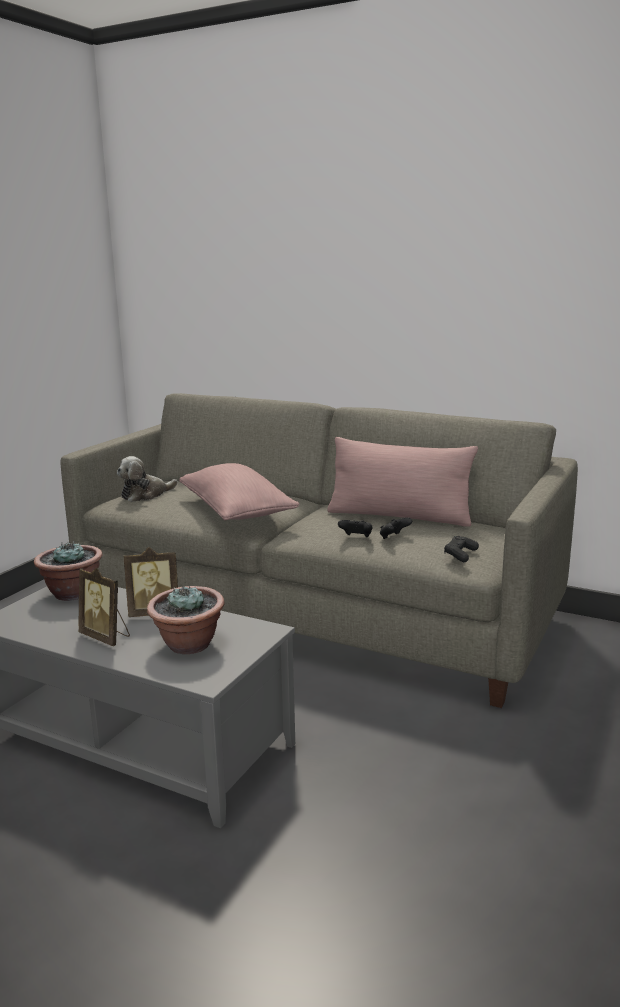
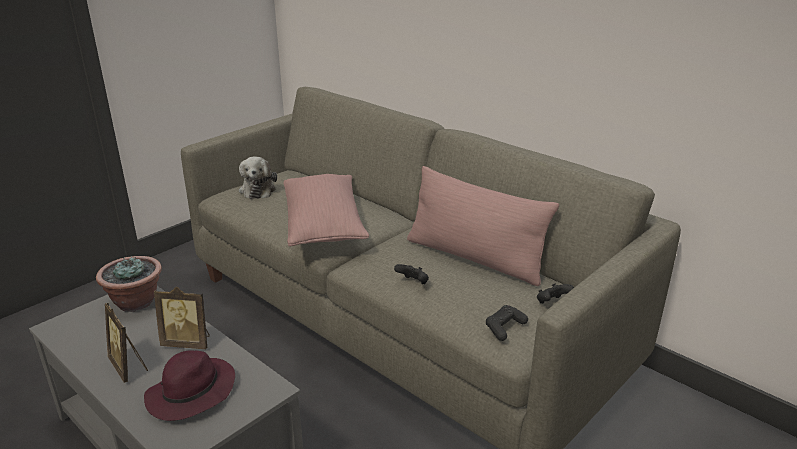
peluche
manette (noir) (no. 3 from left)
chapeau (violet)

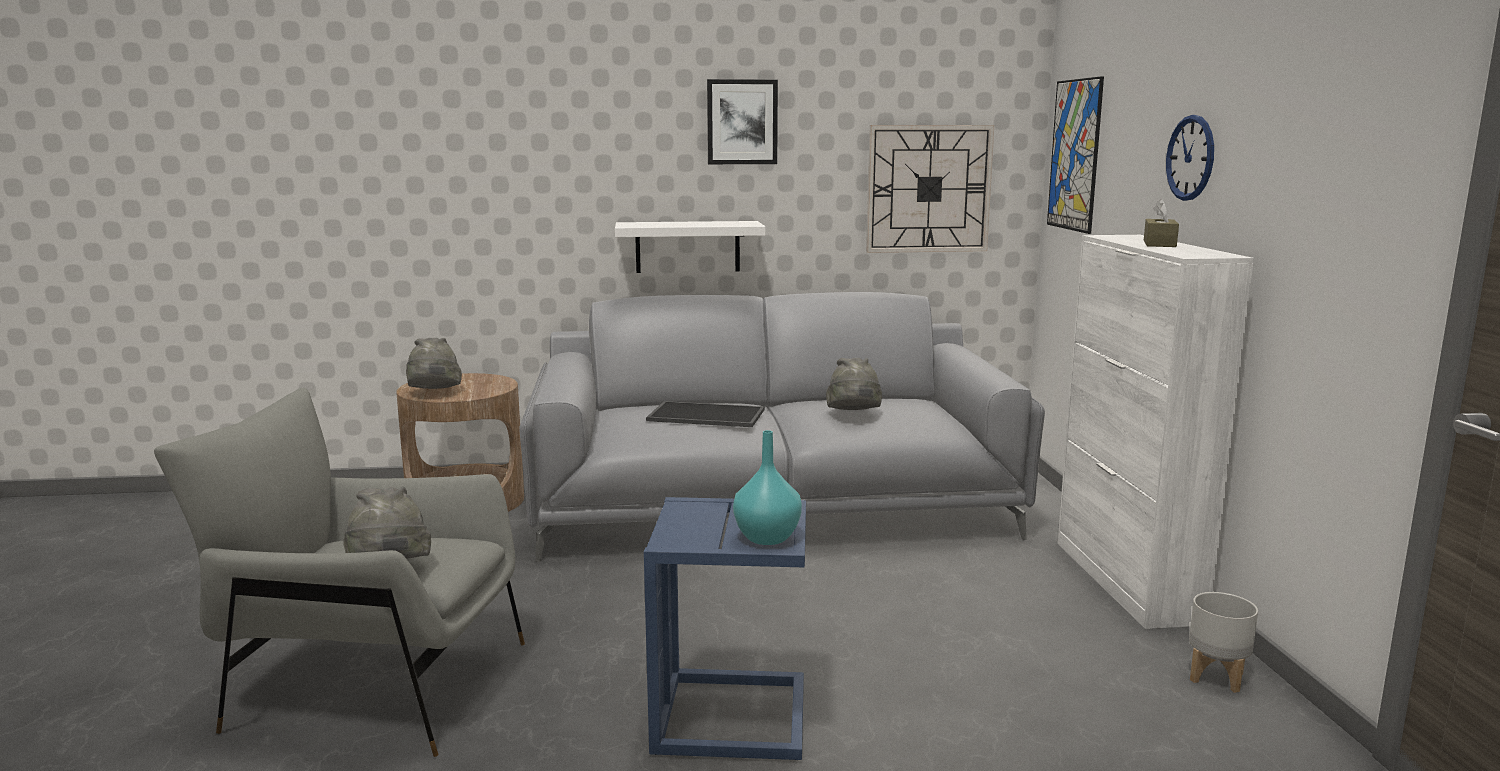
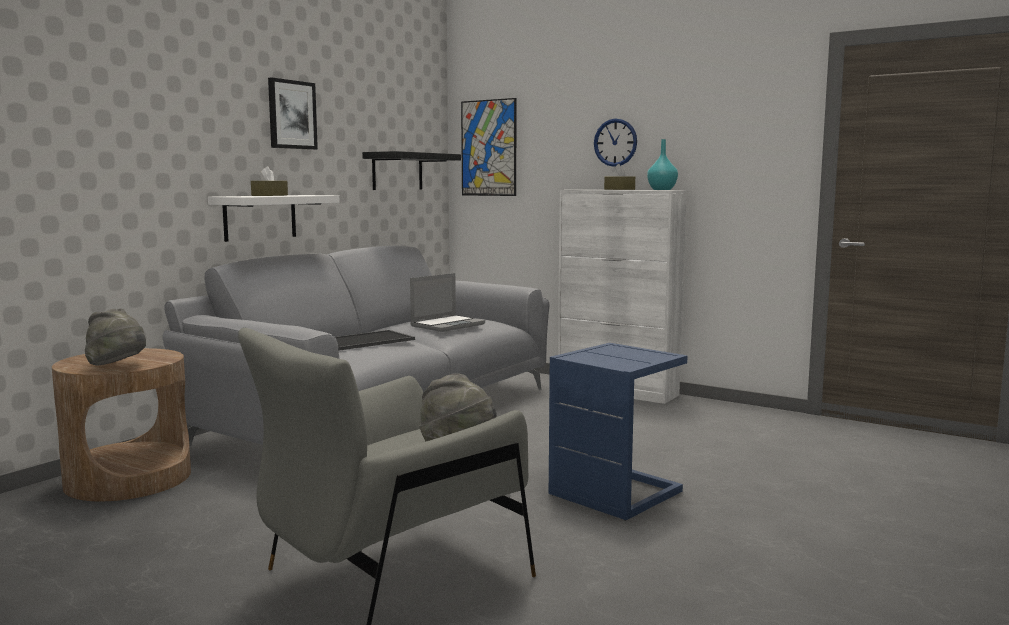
étagère (noir)
ordinateur portable
vase (turquoise)
cache-pot (gris)
boîte à mouchoirs (marron) (no. 1 from left)

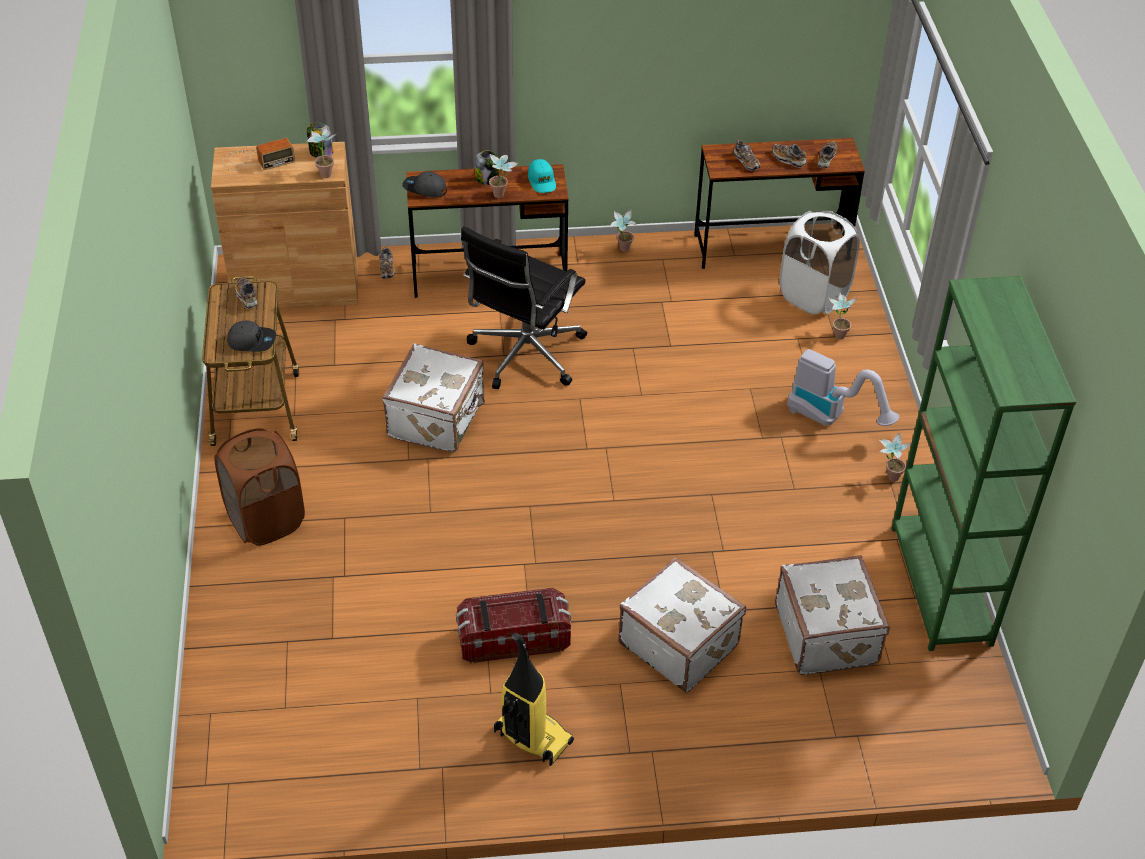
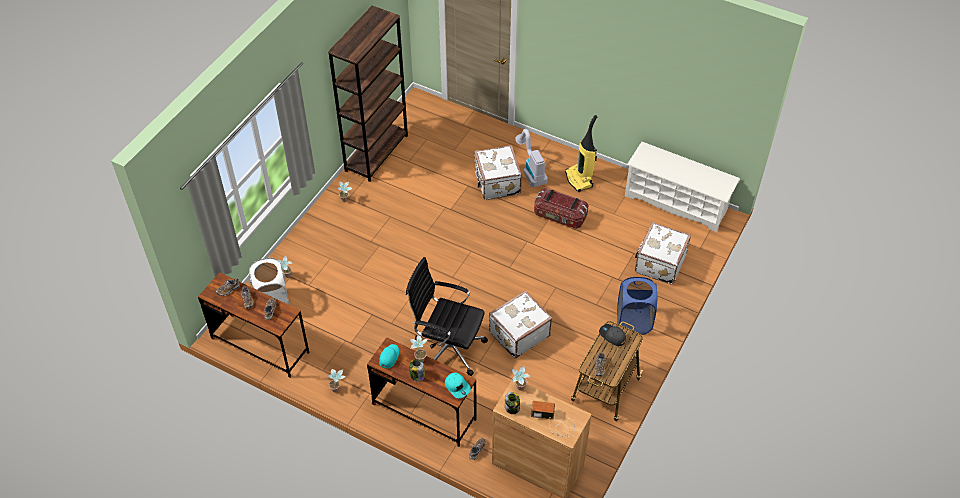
casquette (turquoise) (no. 2 from left)
chaise de bureau (noir)
bibliothèque (marron)
aspirateur (no. 1 from left)
panier à linge (bleu)
valise (blanc) (no. 3 from left)
étagère à chaussures (blanc)

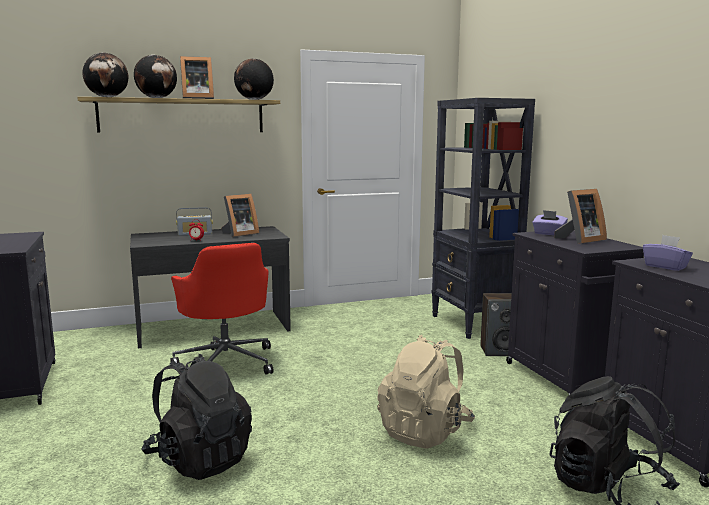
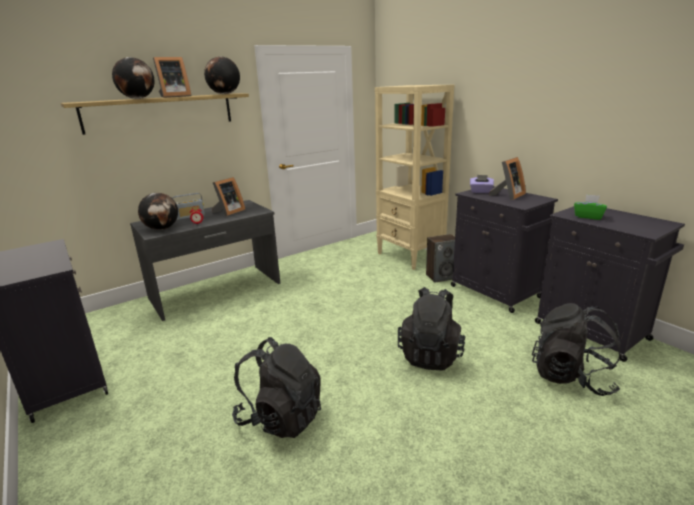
globe (no. 2 from left)
bibliothèque (beige)
boîte à mouchoirs (vert)
chaise de bureau (rouge)
sac à dos (noir) (no. 2 from left)

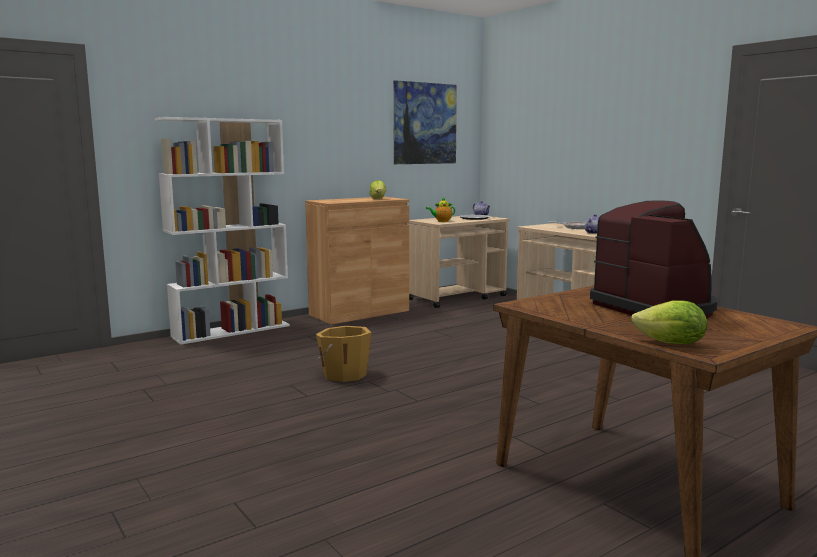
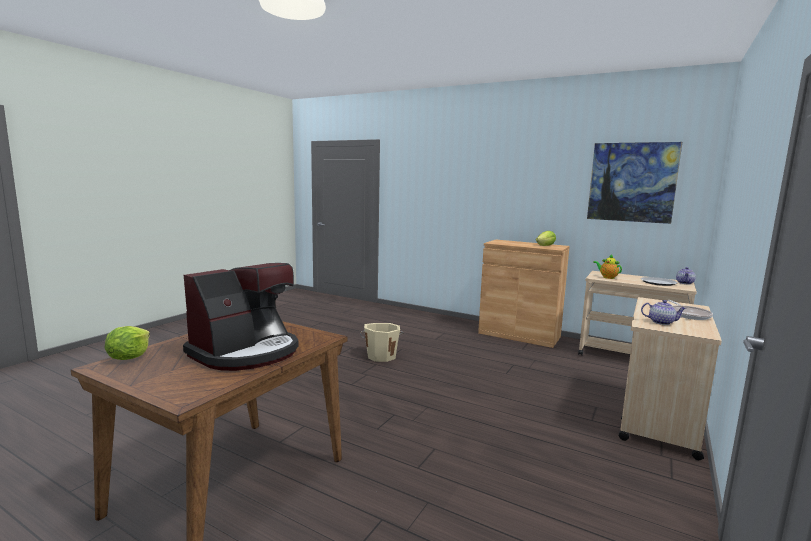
bibliothèque (blanc)
seau (beige)

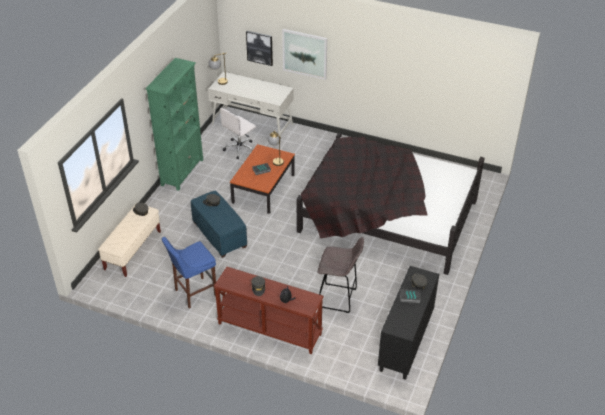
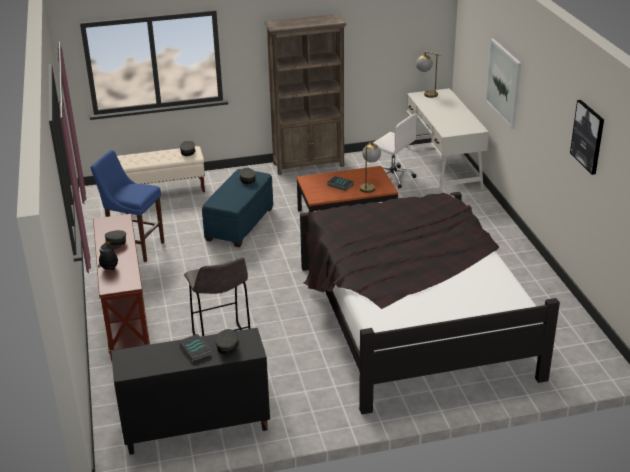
tableau (no. 2 from left)
bibliothèque (marron)
chaise de bureau (blanc)

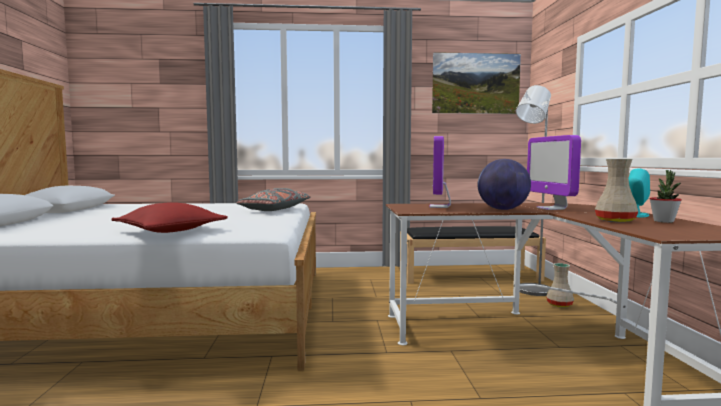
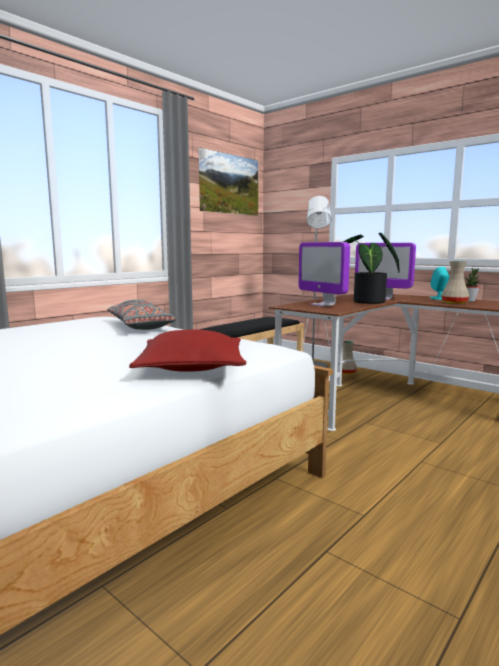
plante en pot (no. 1 from left)

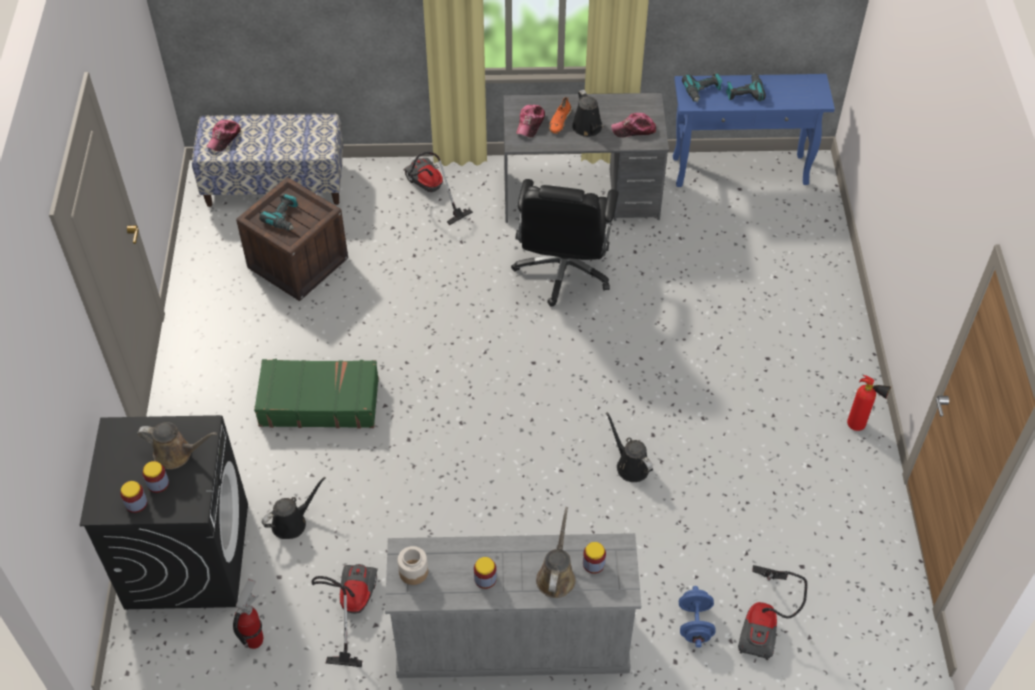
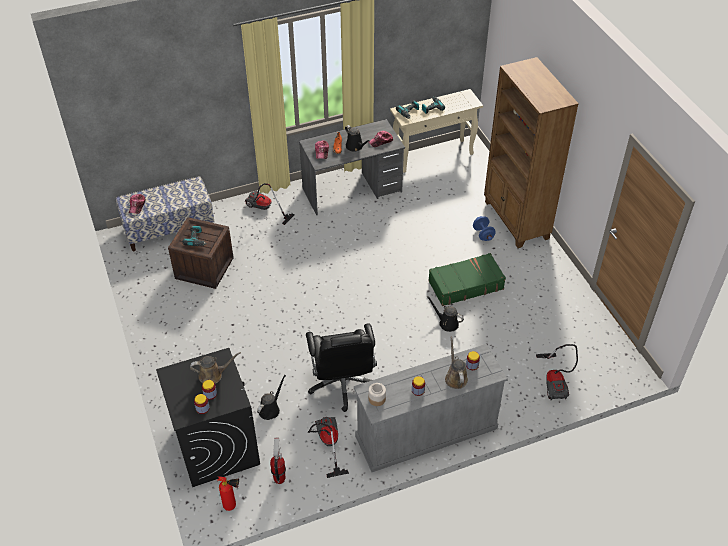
table console (beige)
chaise de bureau (noir)
valise (vert)
extincteur (no. 1 from left)
haltère (bleu)
bibliothèque (marron)

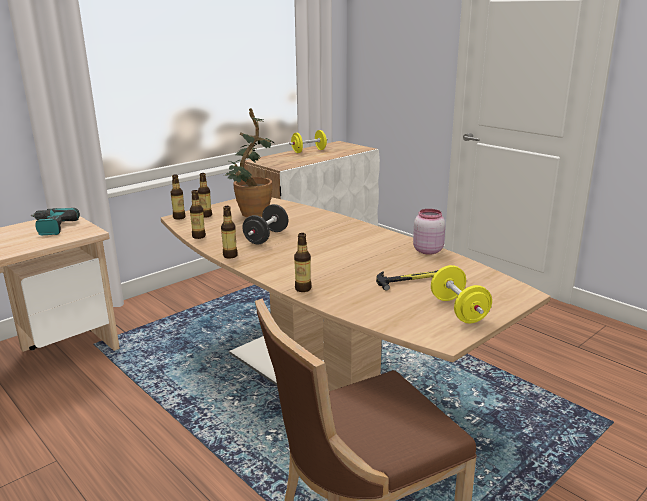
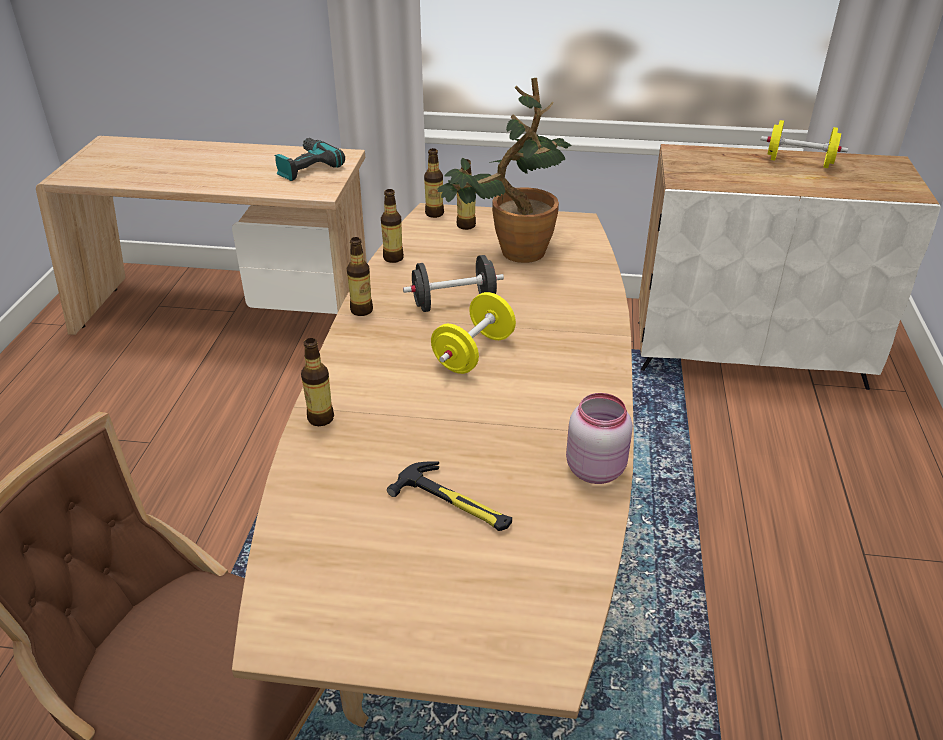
haltère (jaune) (no. 1 from left)

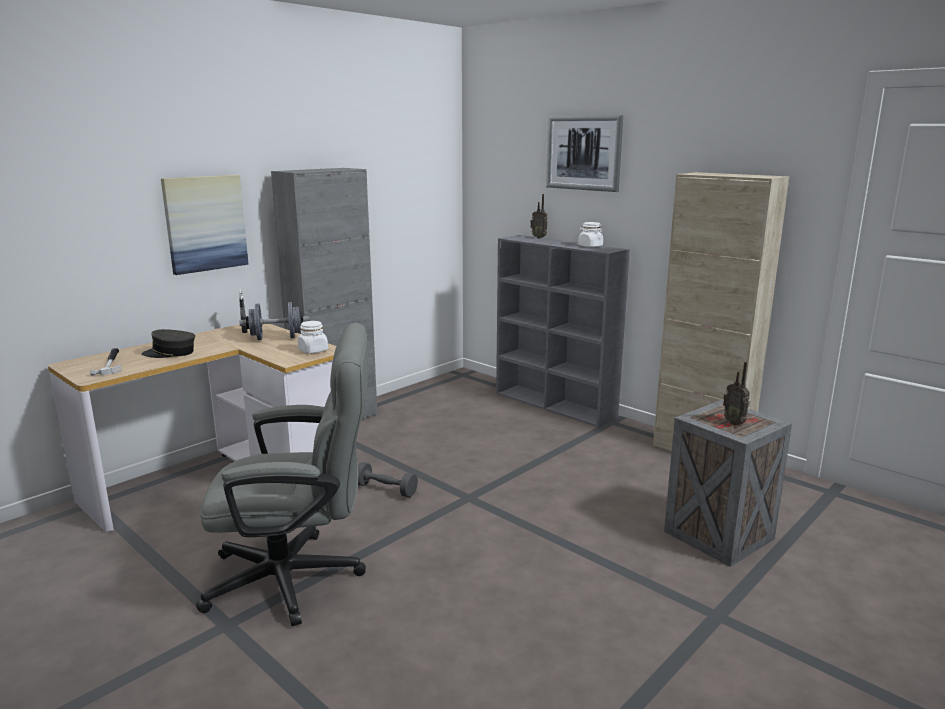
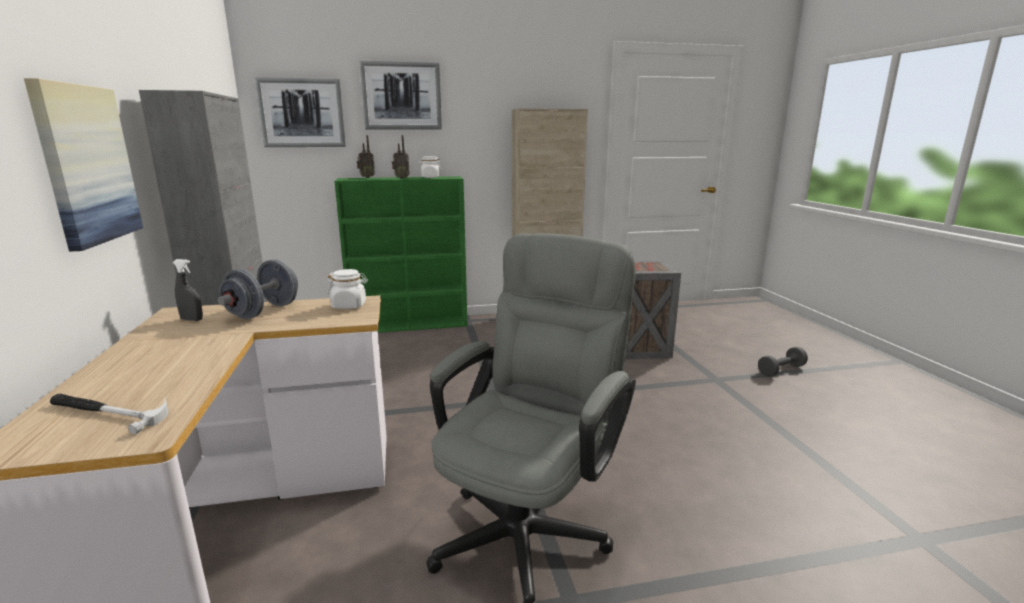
bibliothèque (vert)
casquette (gris)
radio (no. 2 from left)
haltère (gris) (no. 2 from left)
tableau (no. 2 from left)

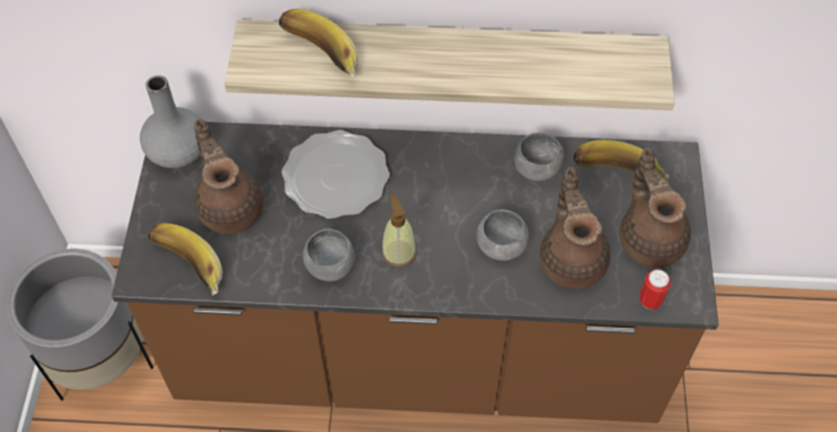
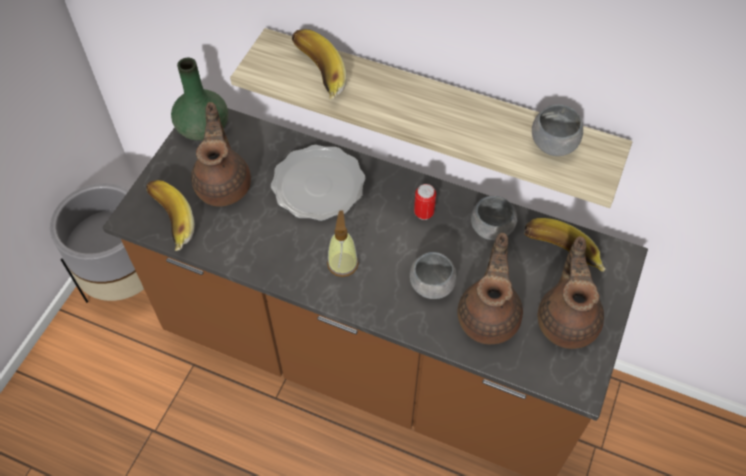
vase (vert)
bol (gris) (no. 3 from left)
boîte métallique

